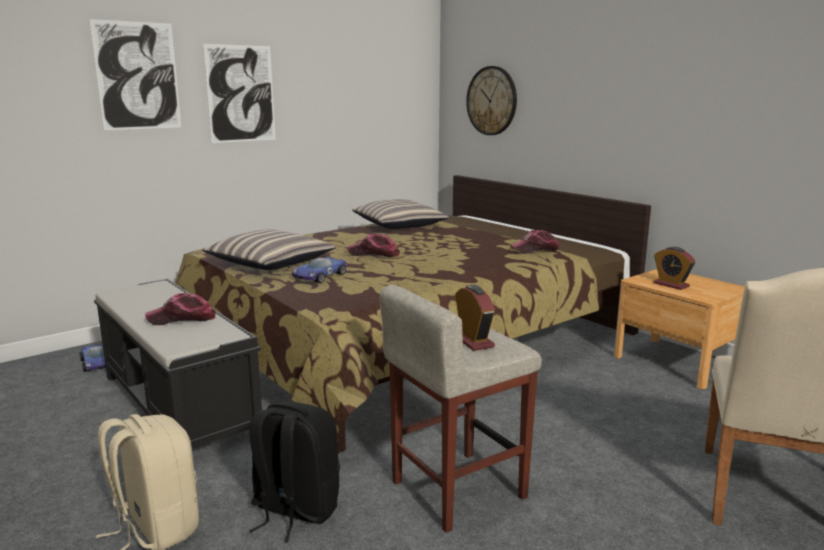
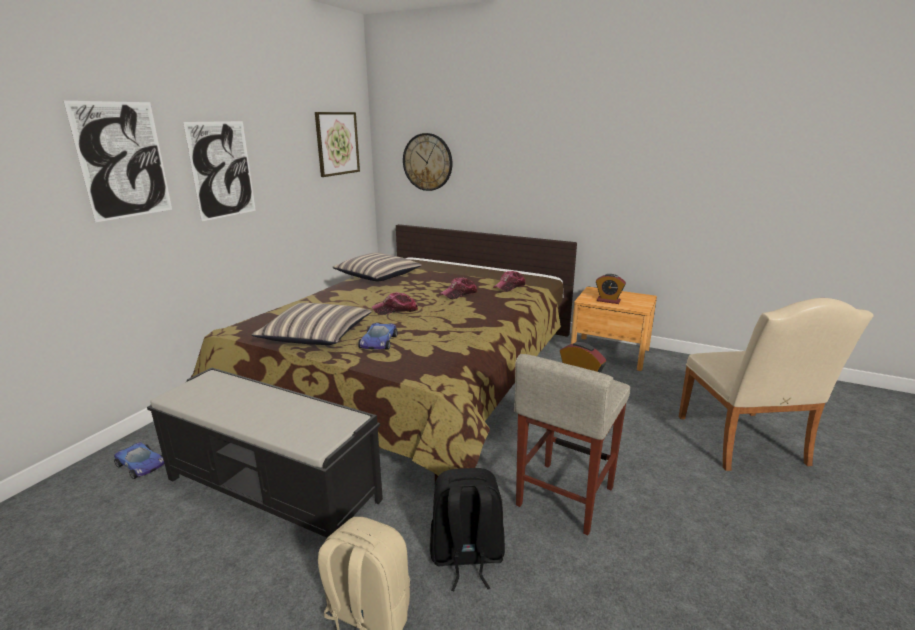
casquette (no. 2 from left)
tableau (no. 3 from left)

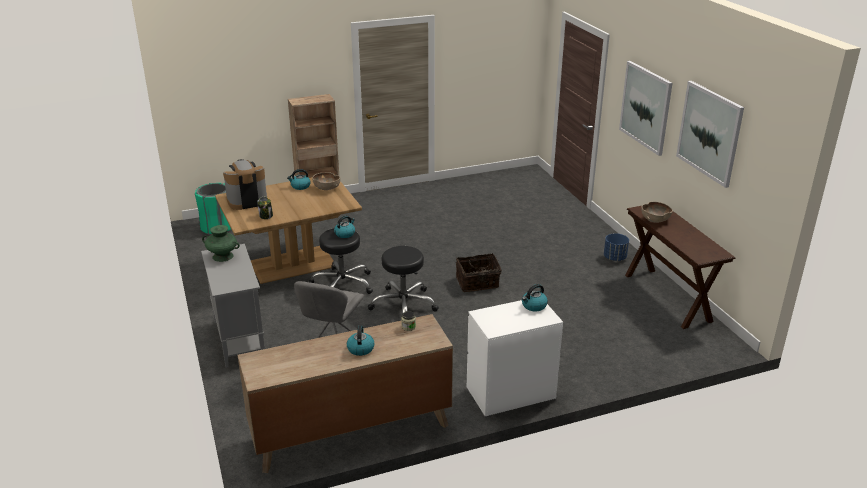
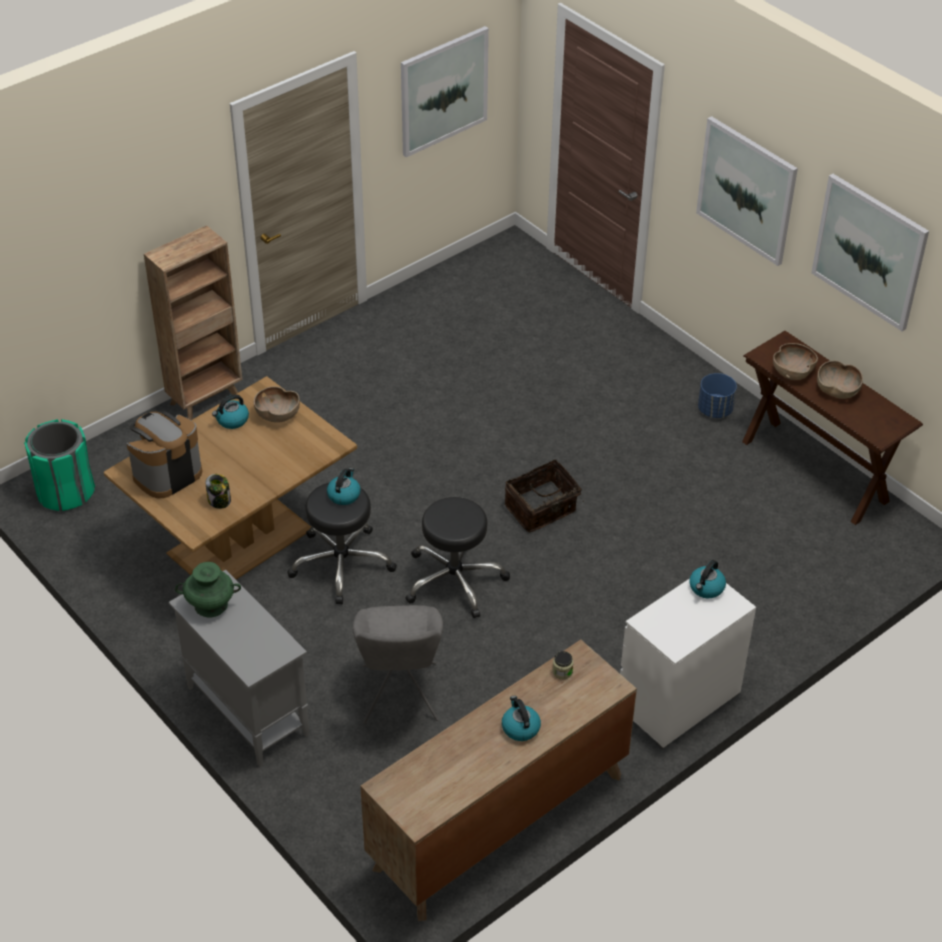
tableau (no. 1 from left)
bol (marron) (no. 3 from left)

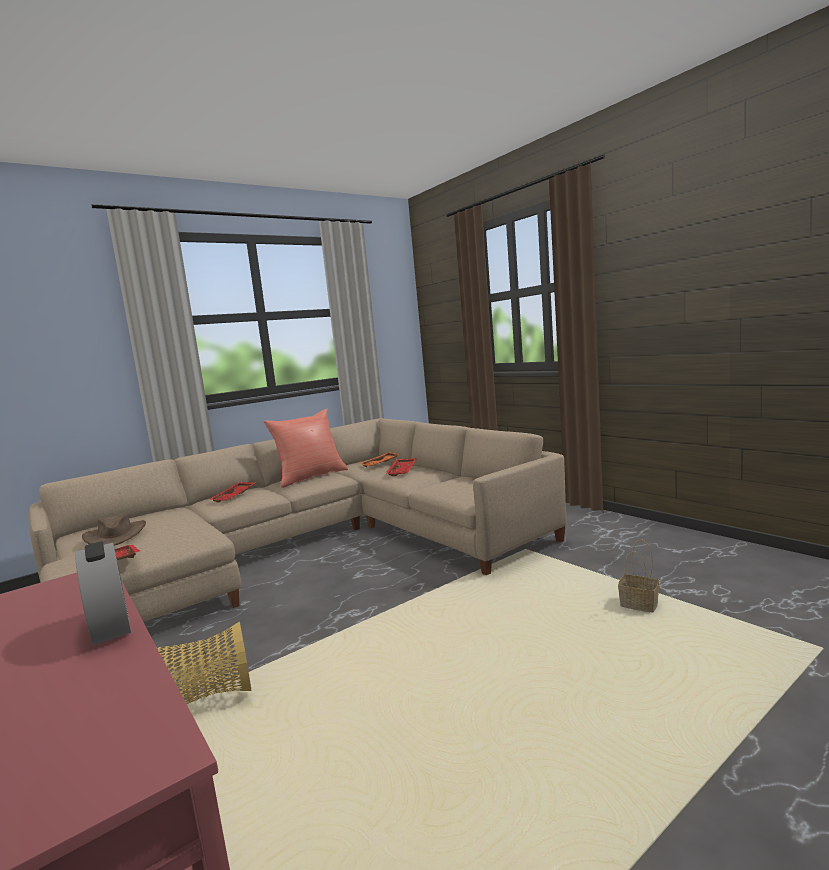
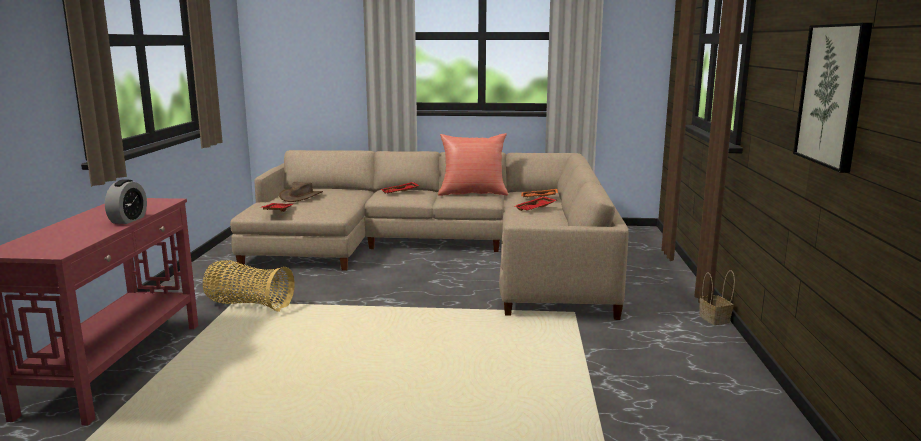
panier (no. 2 from left)
tableau

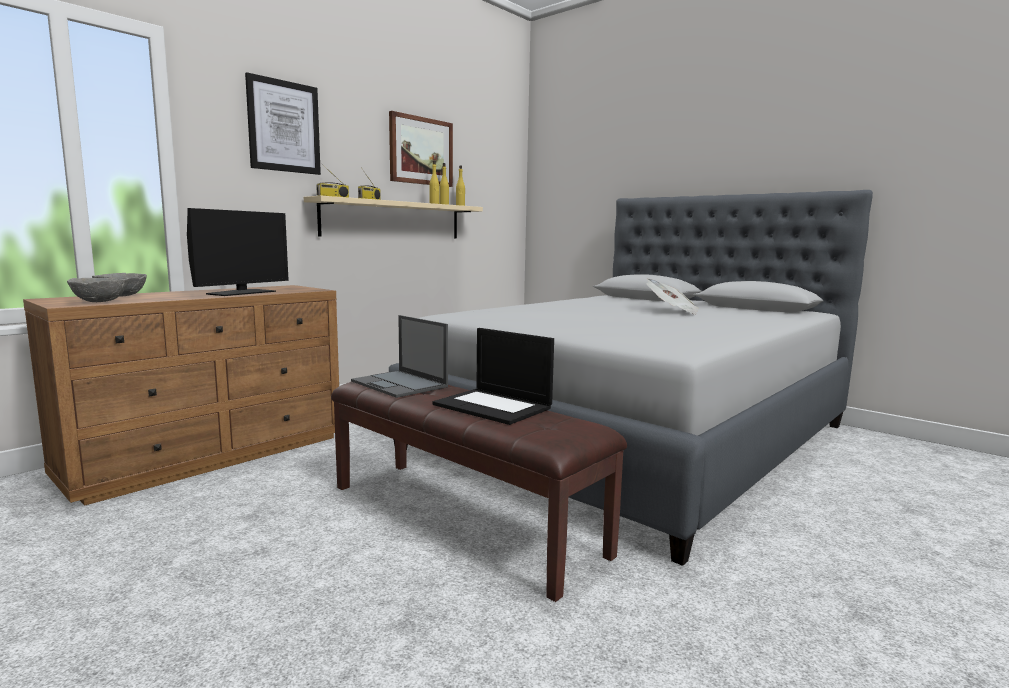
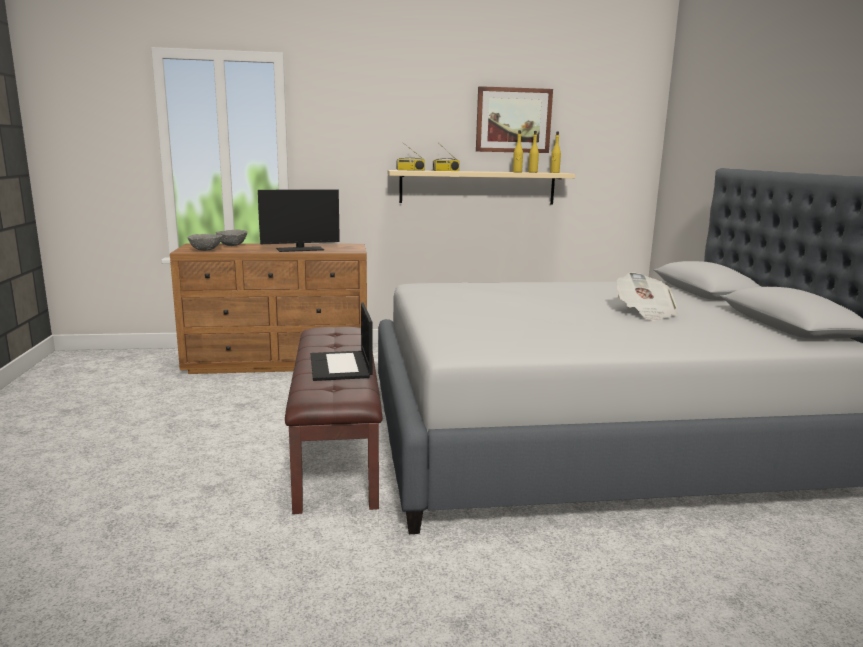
tableau (no. 1 from left in the first image)
ordinateur portable (no. 1 from left in the first image)

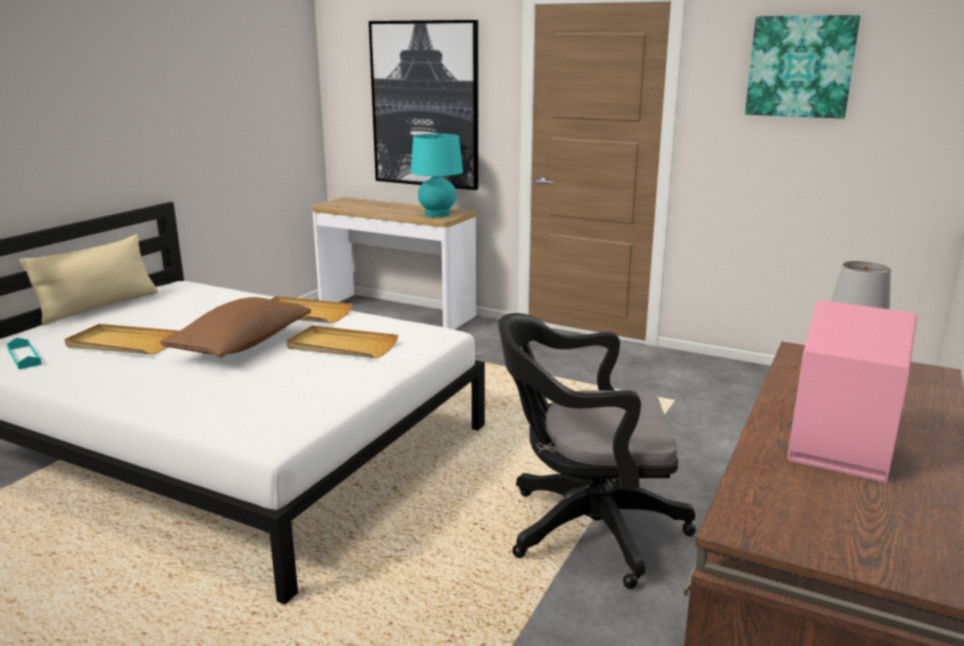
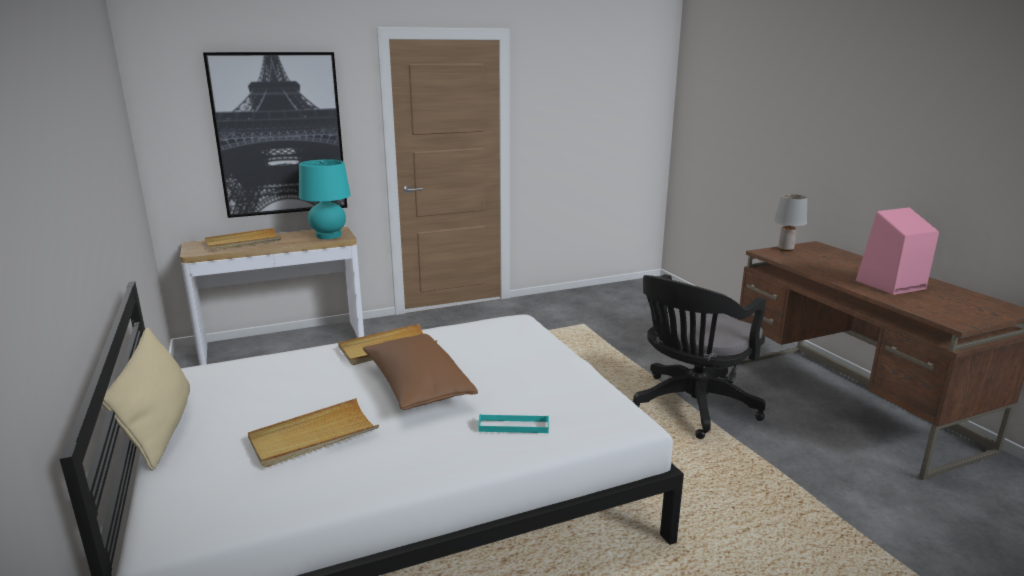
tableau (no. 2 from left in the first image)
plateau (beige) (no. 1 from left)
plateau (turquoise)

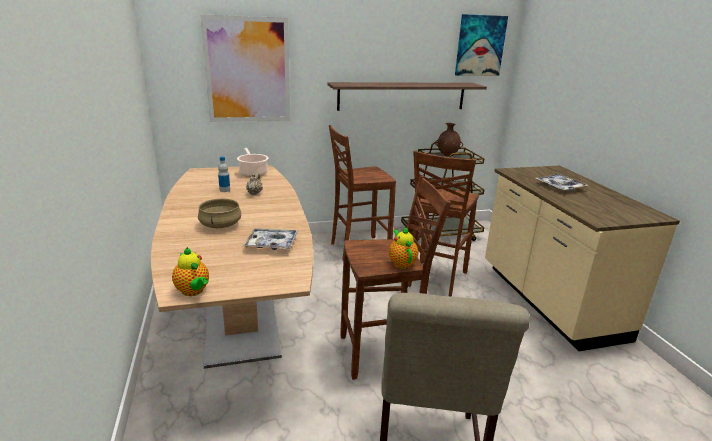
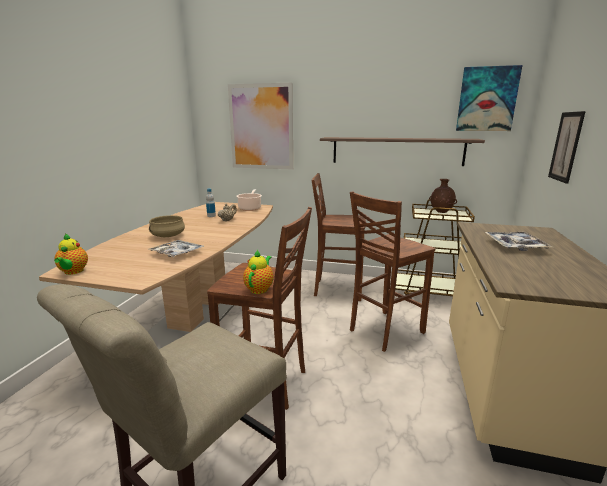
tableau (no. 3 from left)

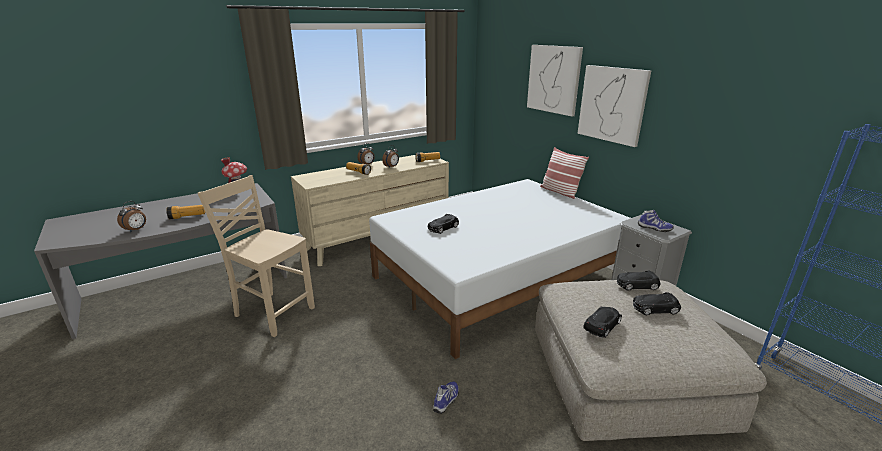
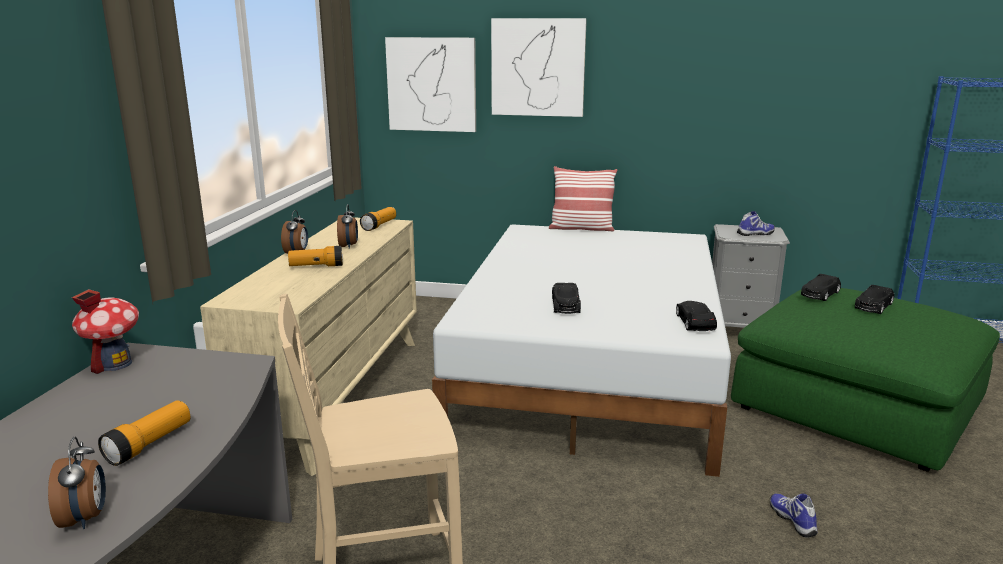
tableau (no. 1 from left)
pouf (vert)
petite voiture (noir) (no. 2 from left)

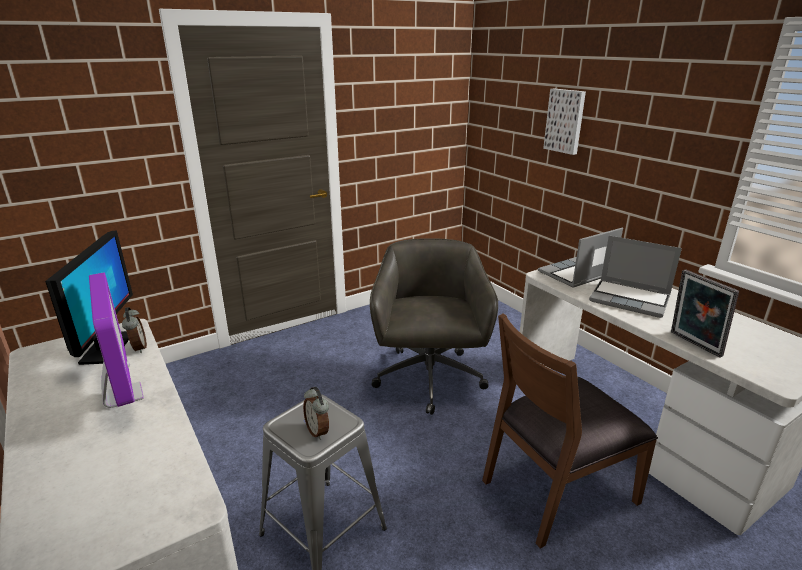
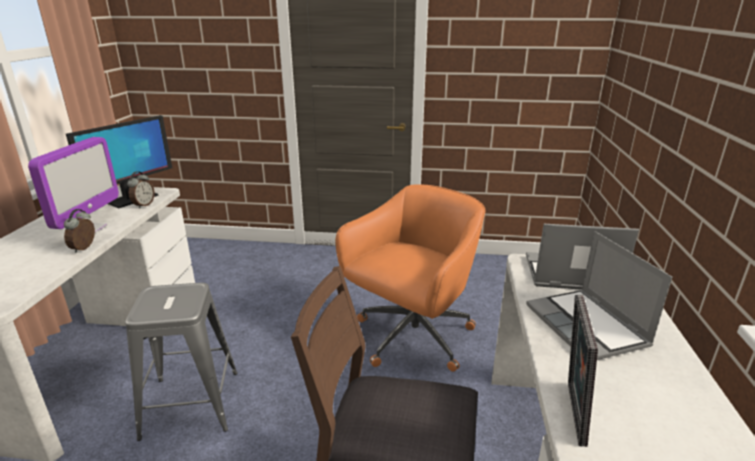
tableau
chaise de bureau (orange)
réveil (no. 1 from left)

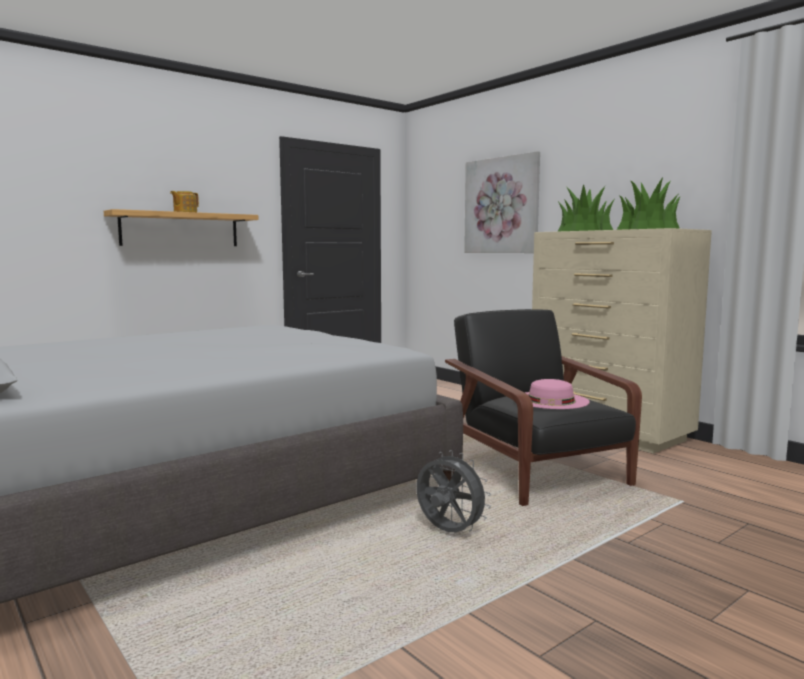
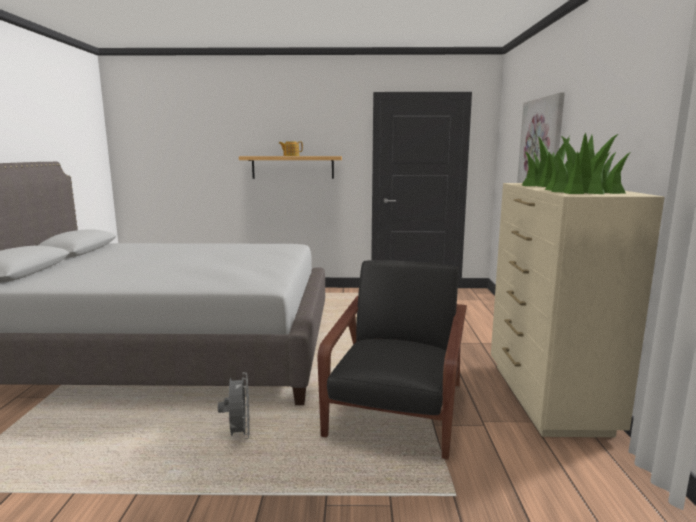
chapeau (rose)

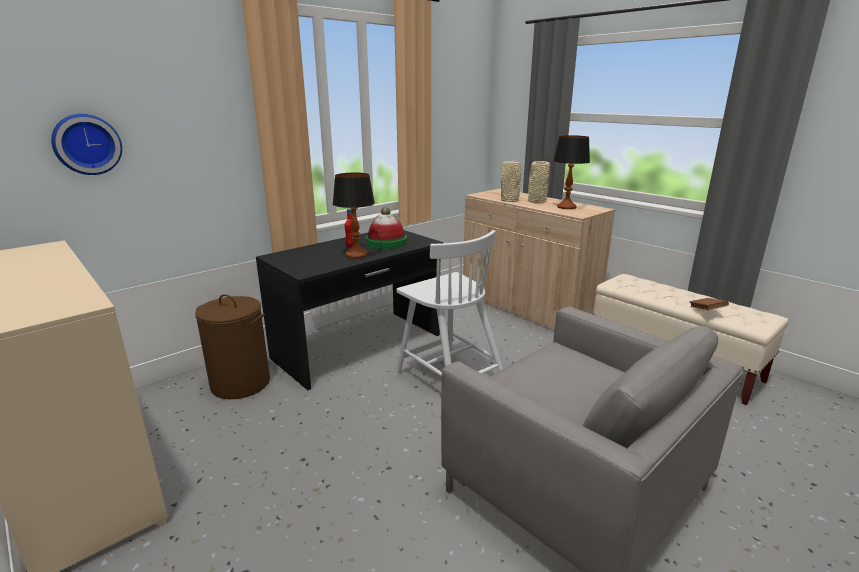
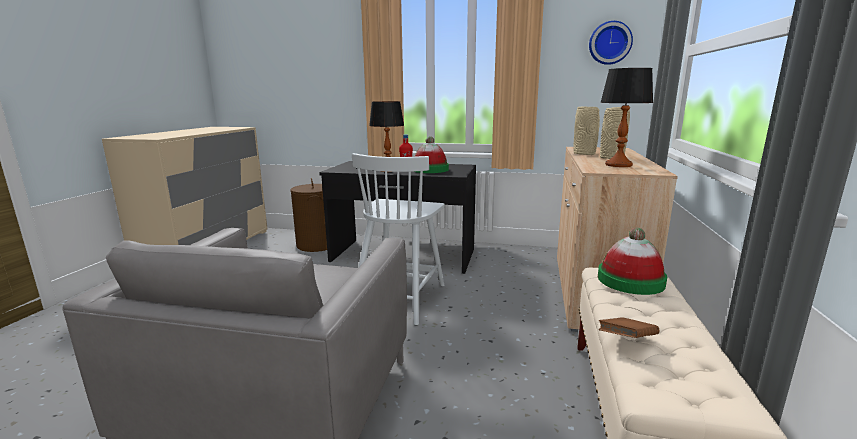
horloge murale
chapeau (no. 2 from left)

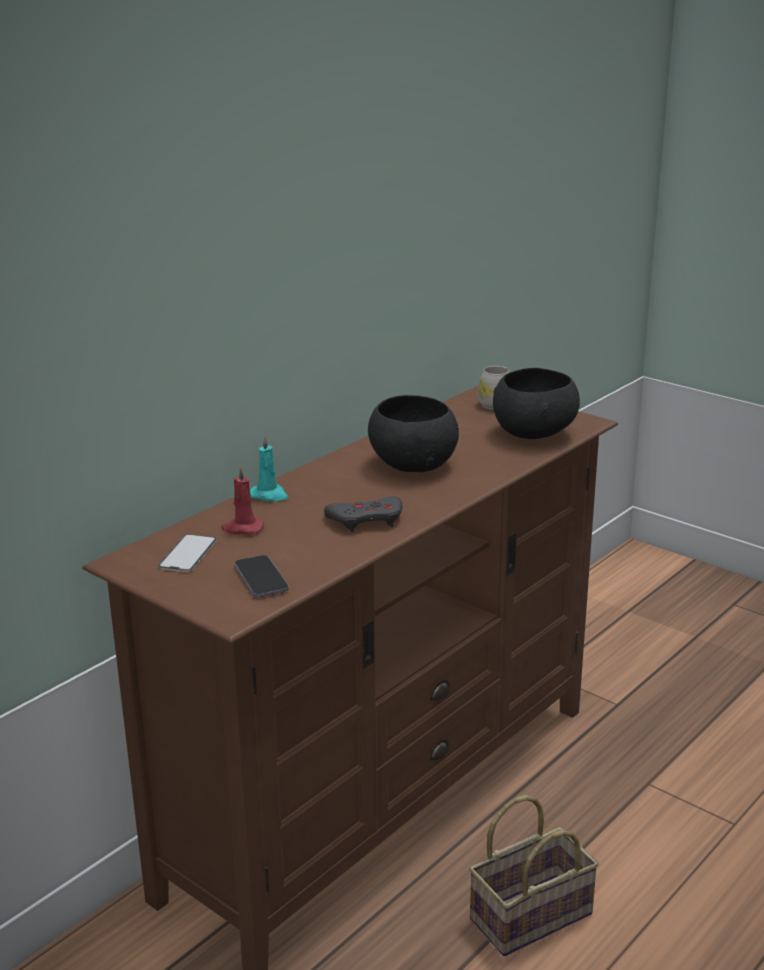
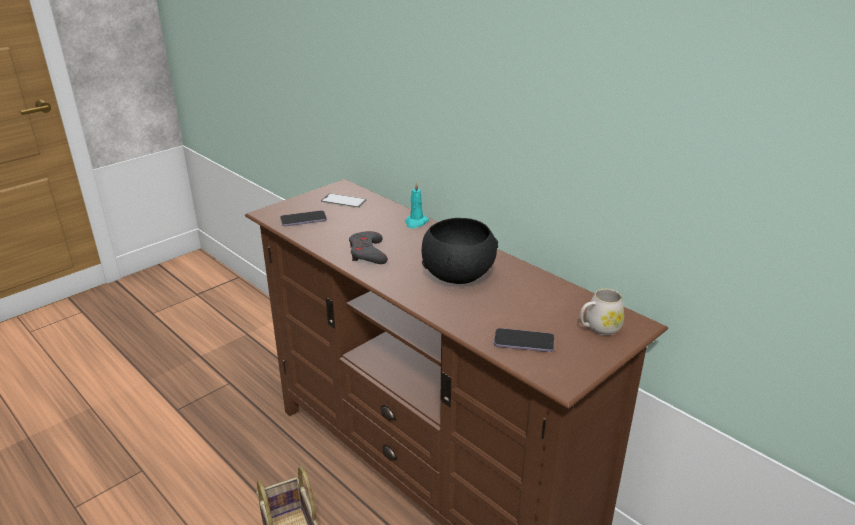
téléphone (no. 3 from left)
bougie (rouge)

